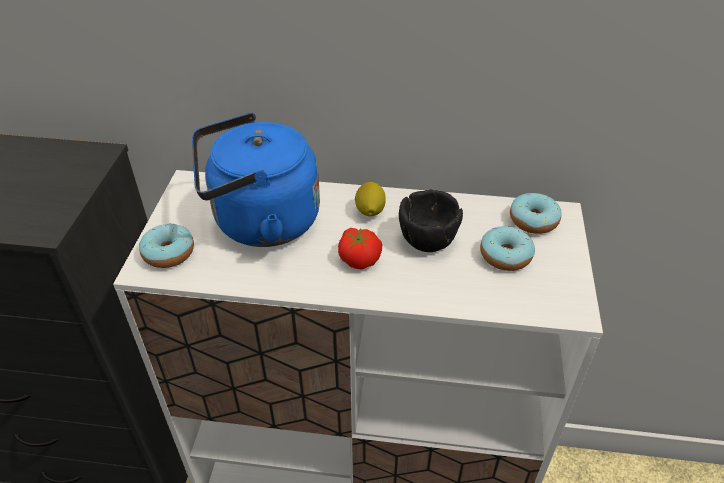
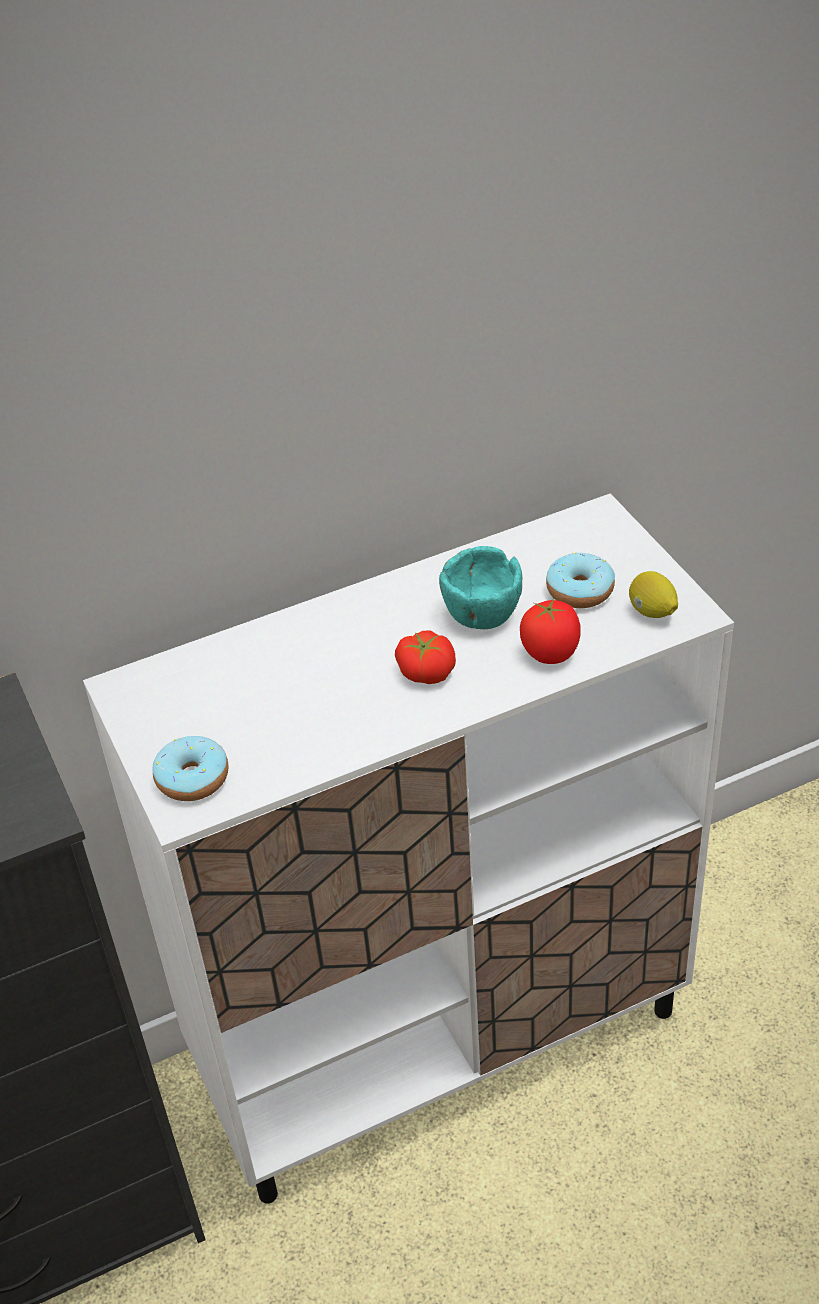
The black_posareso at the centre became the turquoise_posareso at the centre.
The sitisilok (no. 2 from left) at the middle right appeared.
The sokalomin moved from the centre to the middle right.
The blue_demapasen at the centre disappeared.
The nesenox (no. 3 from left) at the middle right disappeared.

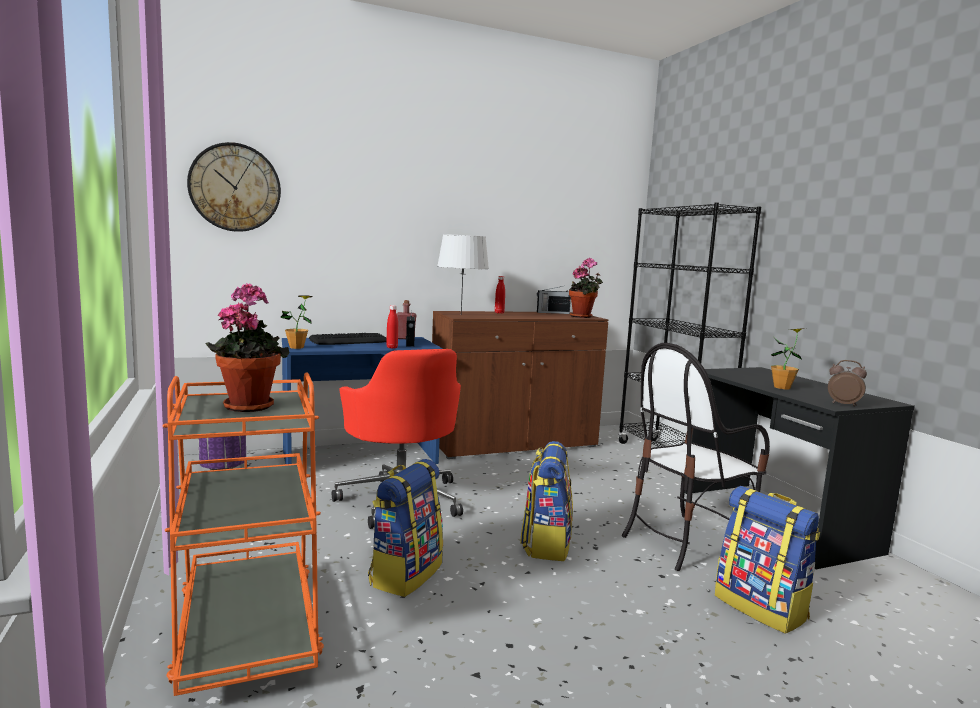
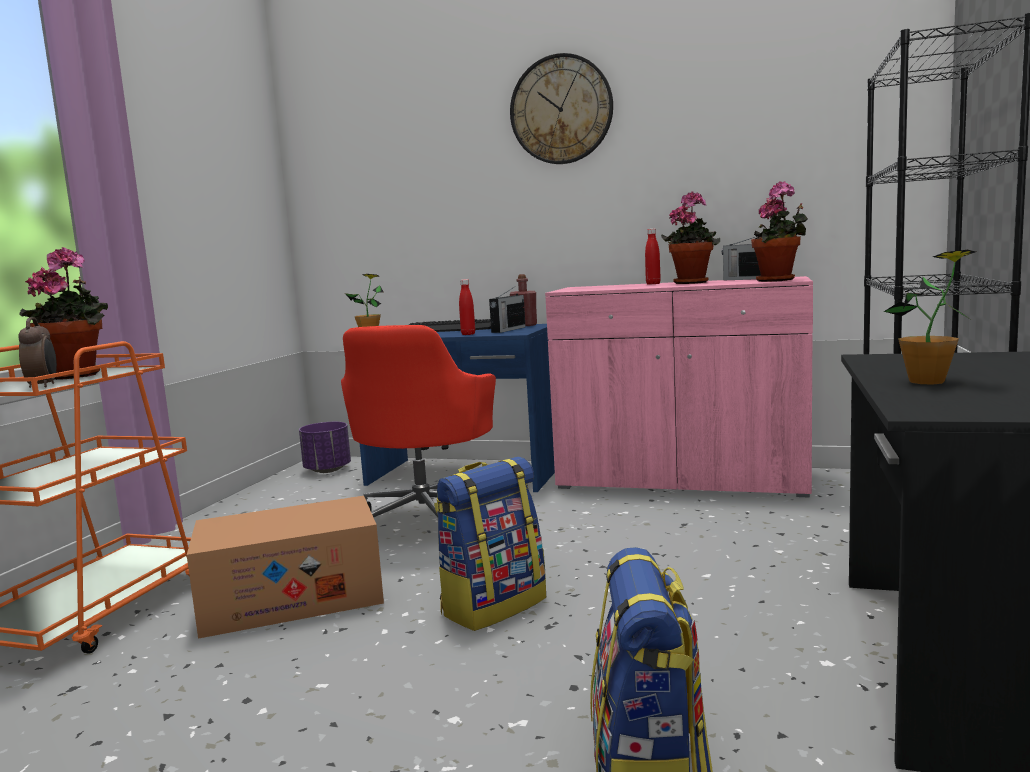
The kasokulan moved from the middle right to the middle left.
The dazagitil (no. 1 from left) at the bottom centre was replaced by the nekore at the bottom left.
The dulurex moved from the top left to the top centre.
The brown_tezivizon at the centre became the pink_tezivizon at the centre.
The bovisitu (no. 3 from left) at the top right appeared.
The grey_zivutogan at the centre disappeared.
The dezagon at the middle right disappeared.

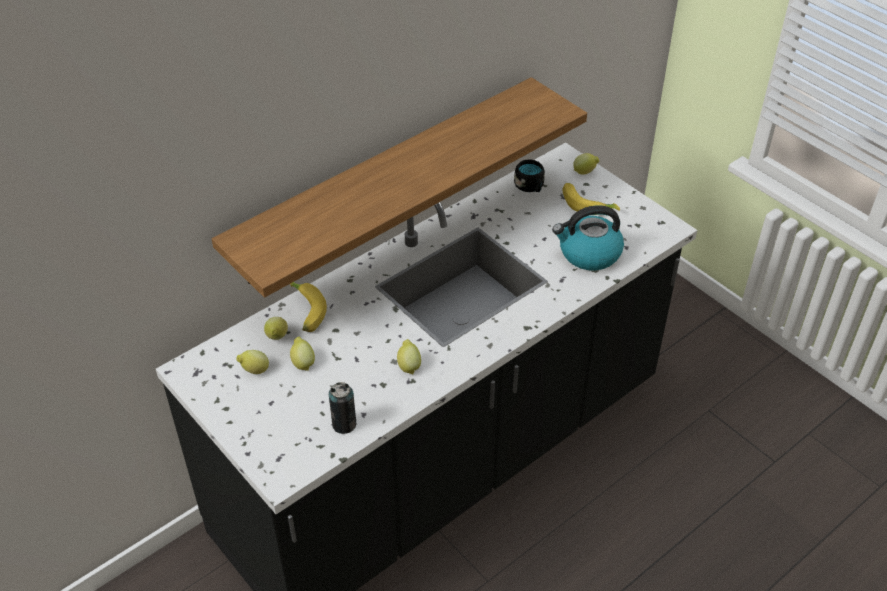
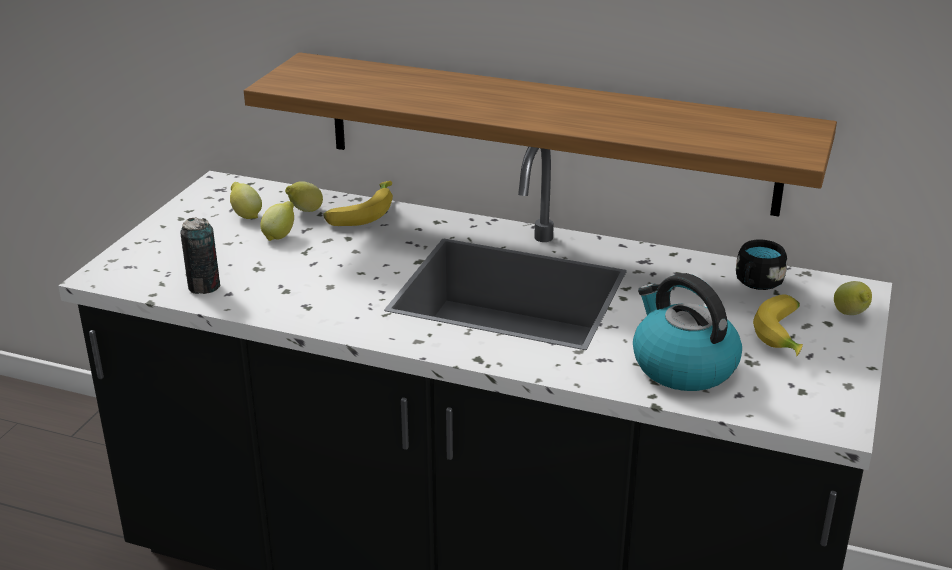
The sokalomin (no. 4 from left) at the centre disappeared.

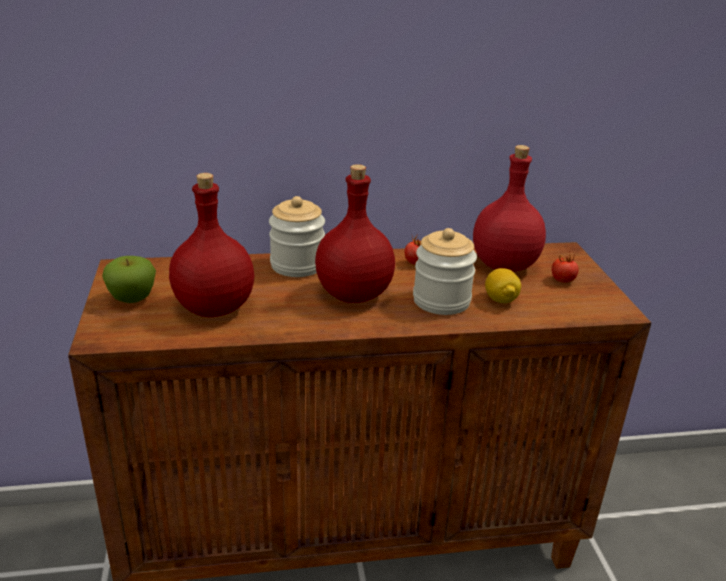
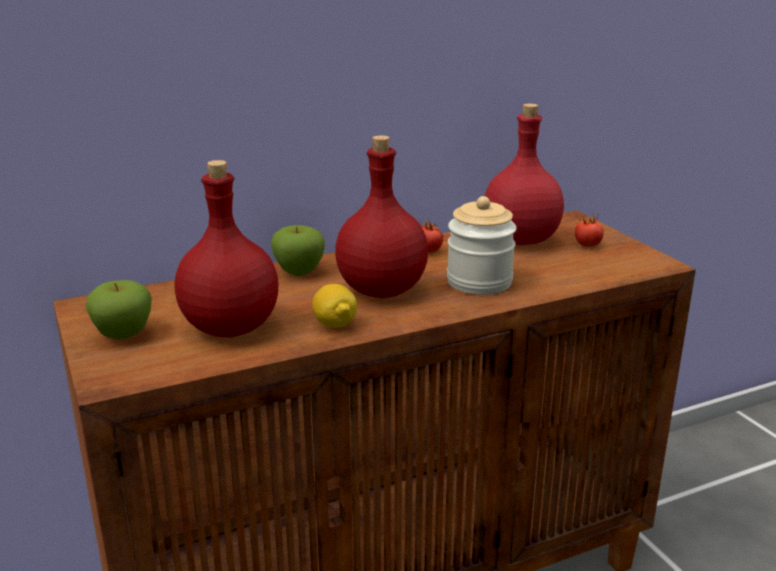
The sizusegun (no. 1 from left) at the centre was replaced by the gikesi (no. 2 from left) at the centre.
The sokalomin moved from the middle right to the centre.

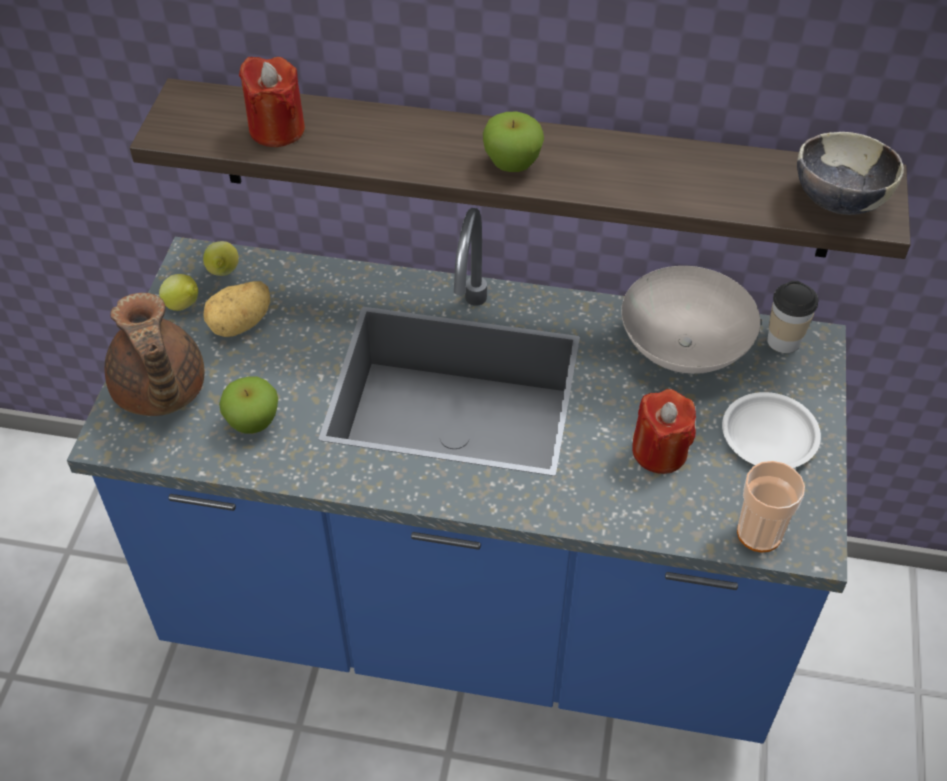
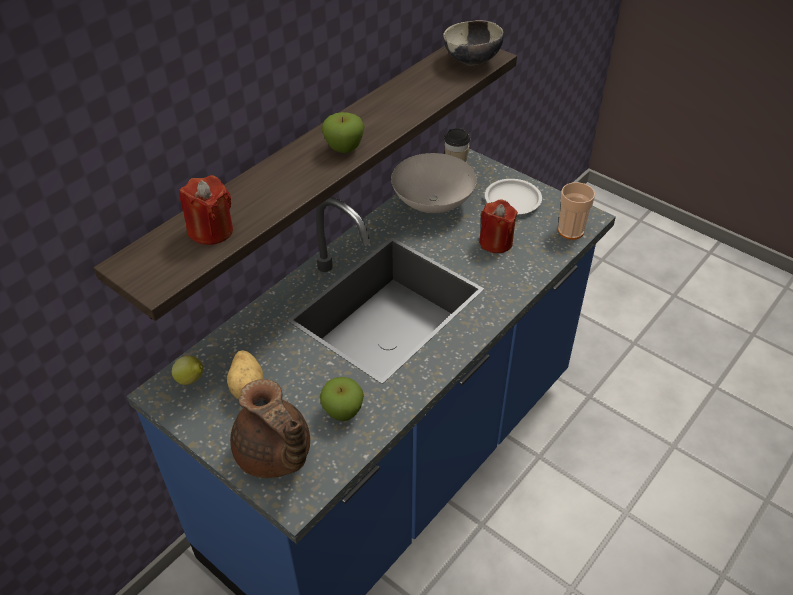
The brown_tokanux at the middle left turned 45 degrees clockwise.
The sokalomin (no. 1 from left) at the middle left disappeared.

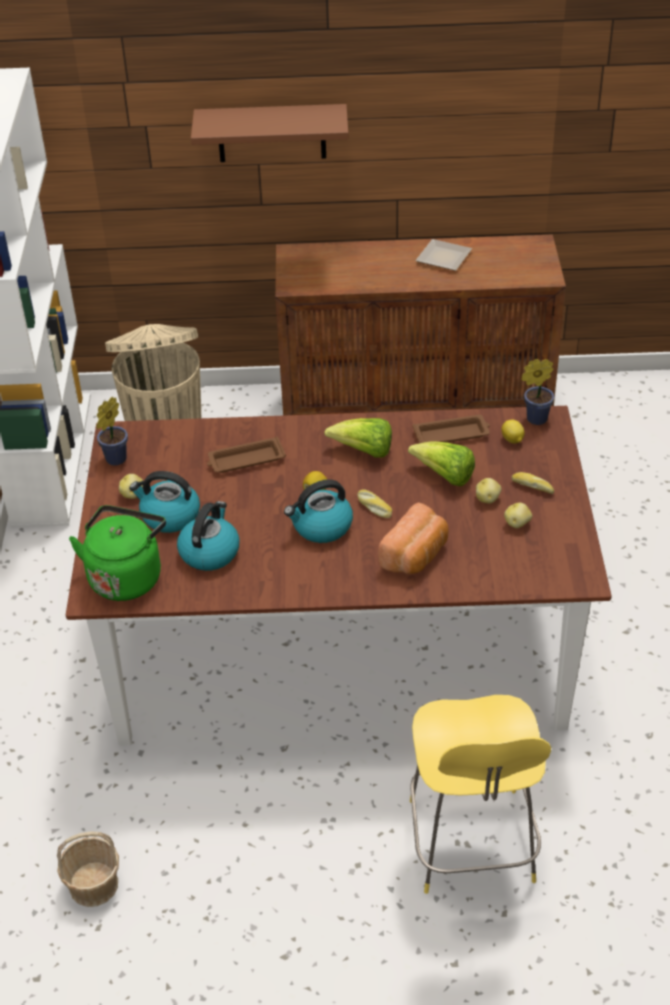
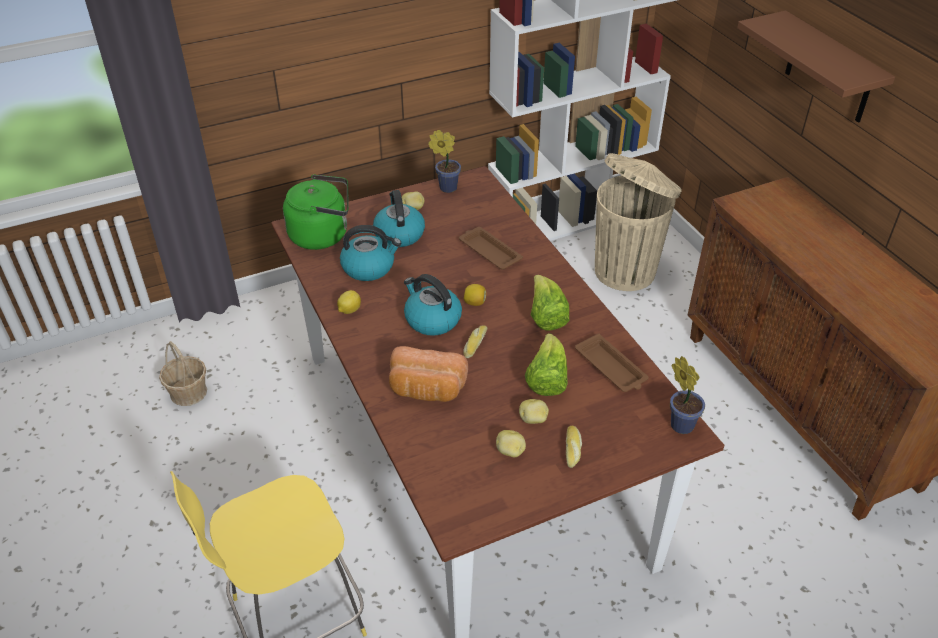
The sokalomin (no. 2 from left in the first image) moved from the middle right to the centre.
The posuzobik at the top centre disappeared.

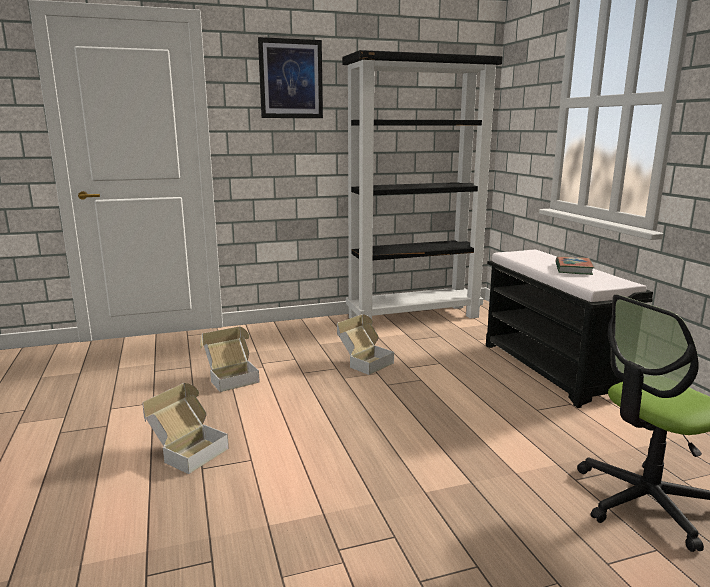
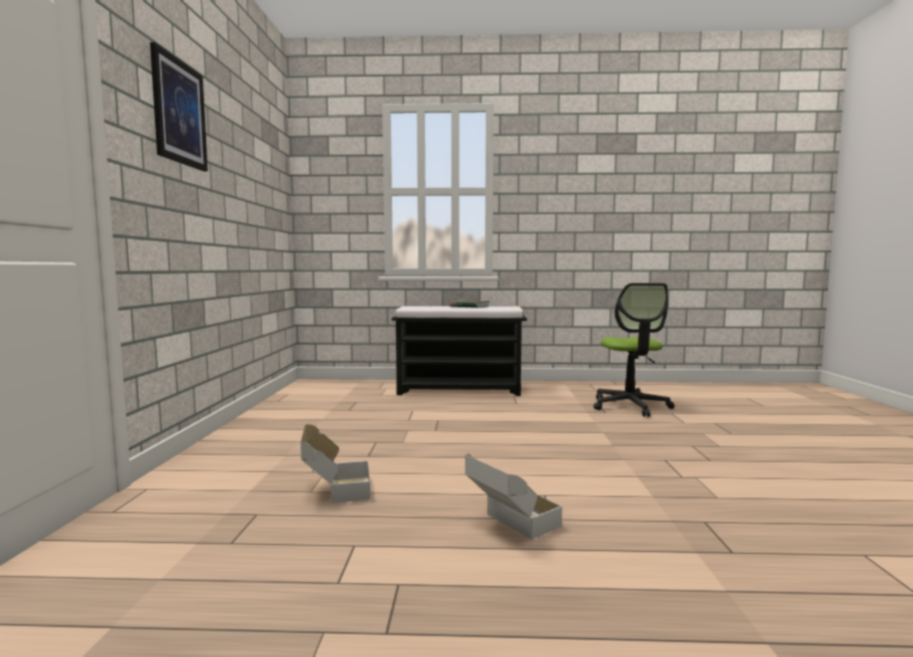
The nekore (no. 3 from left) at the centre disappeared.
The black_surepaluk at the top centre disappeared.

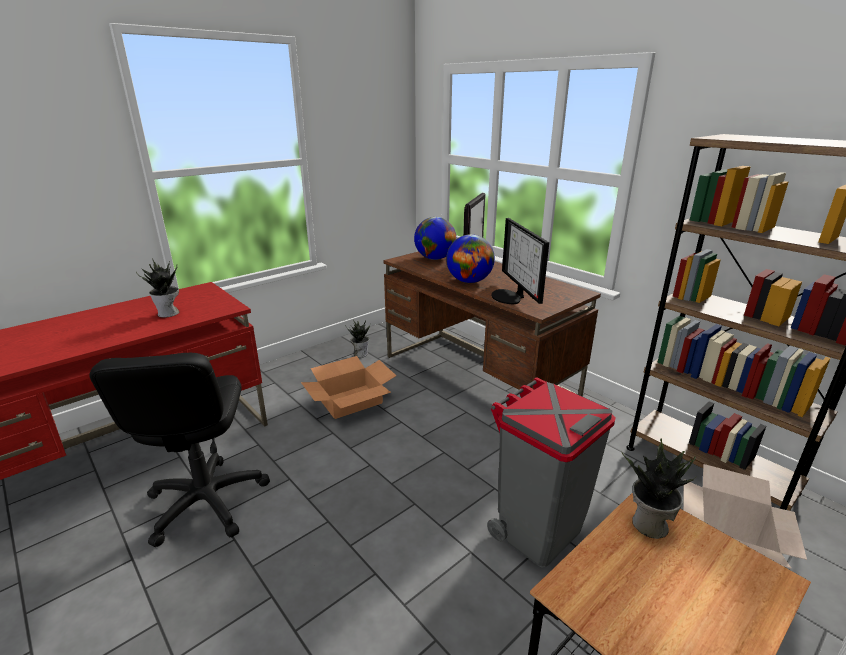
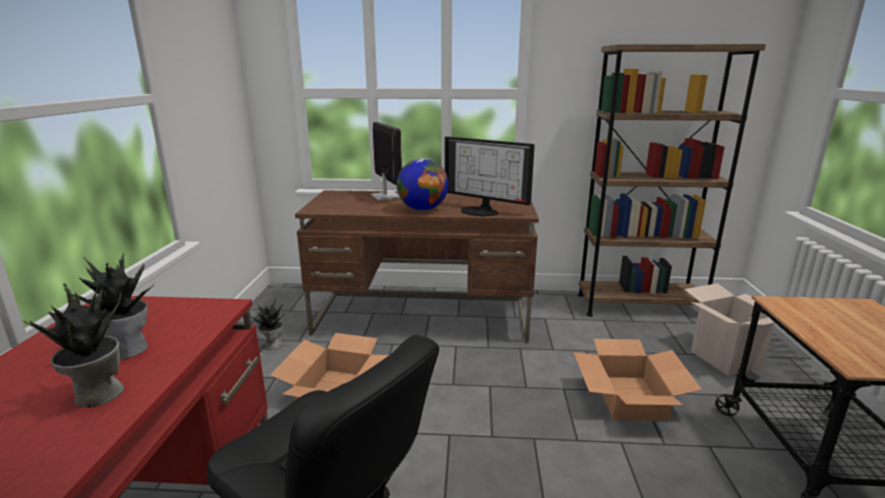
The bovisitu (no. 3 from left in the first image) moved from the bottom right to the bottom left.
The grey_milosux at the bottom centre was replaced by the nekore (no. 2 from left) at the bottom right.
The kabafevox (no. 1 from left) at the centre disappeared.

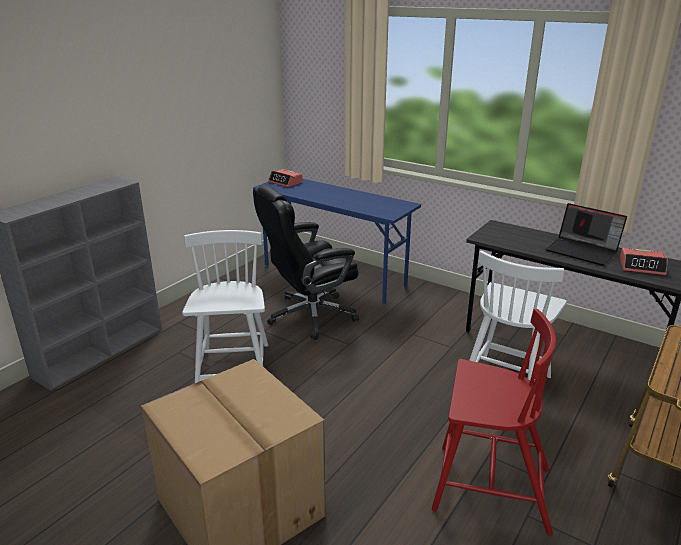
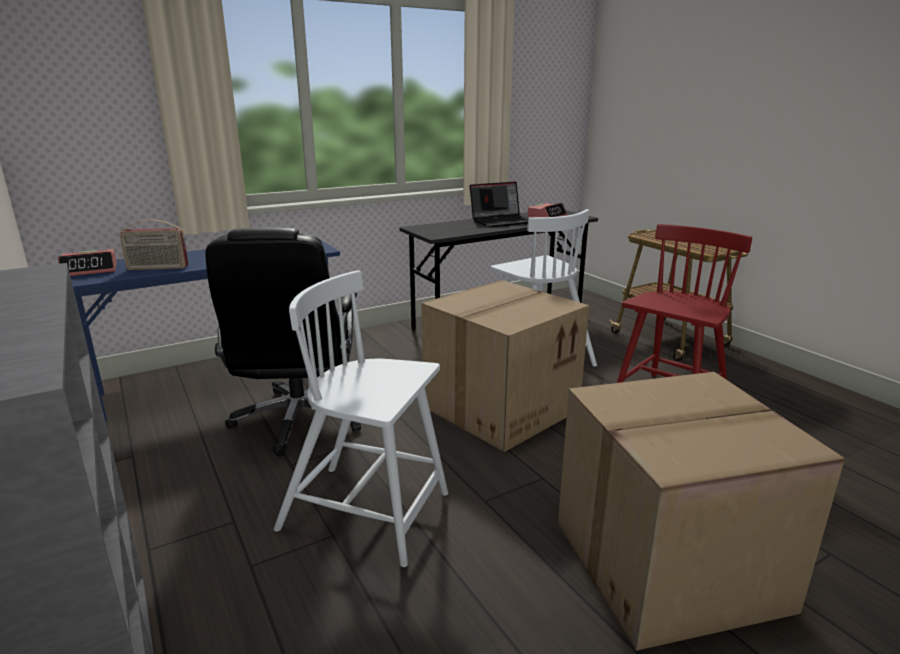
The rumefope at the middle left appeared.
The nekore (no. 1 from left) at the centre appeared.

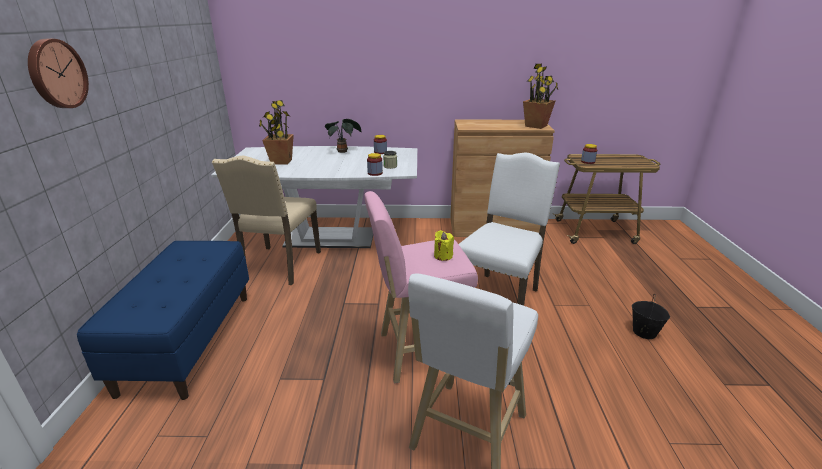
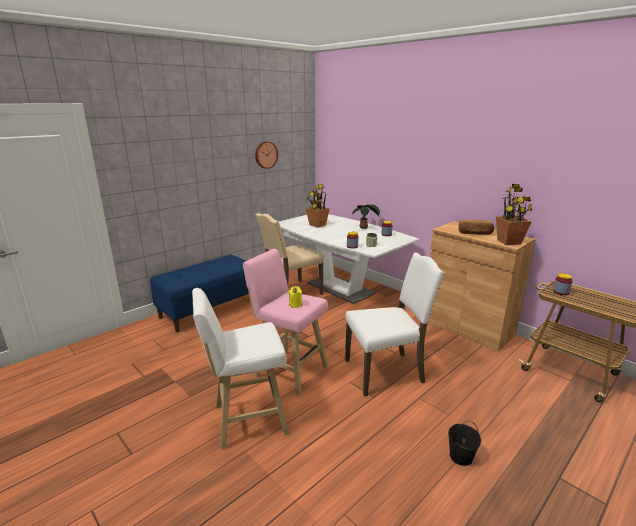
The dulurex moved from the top left to the top centre.
The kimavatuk at the middle right appeared.

